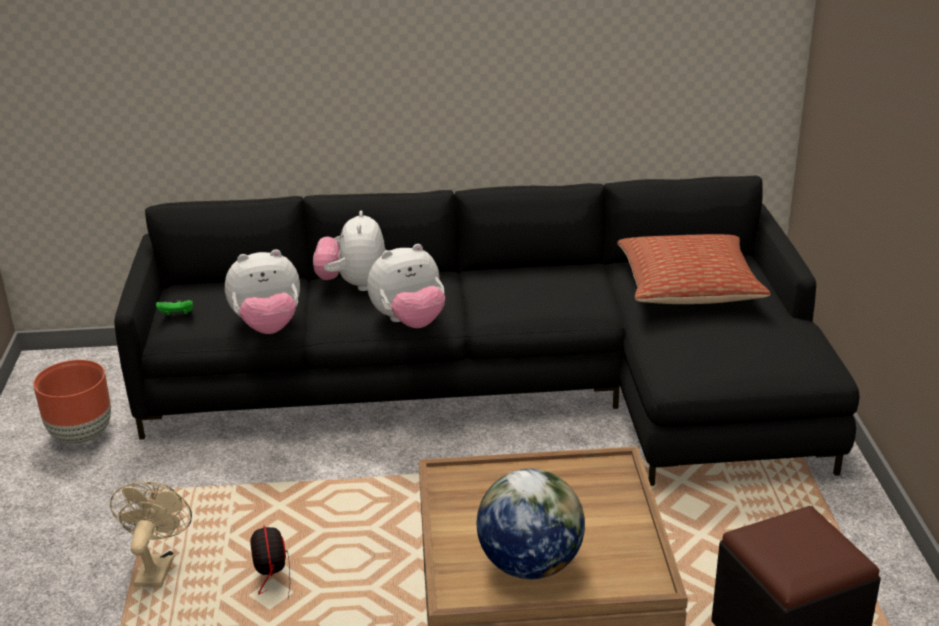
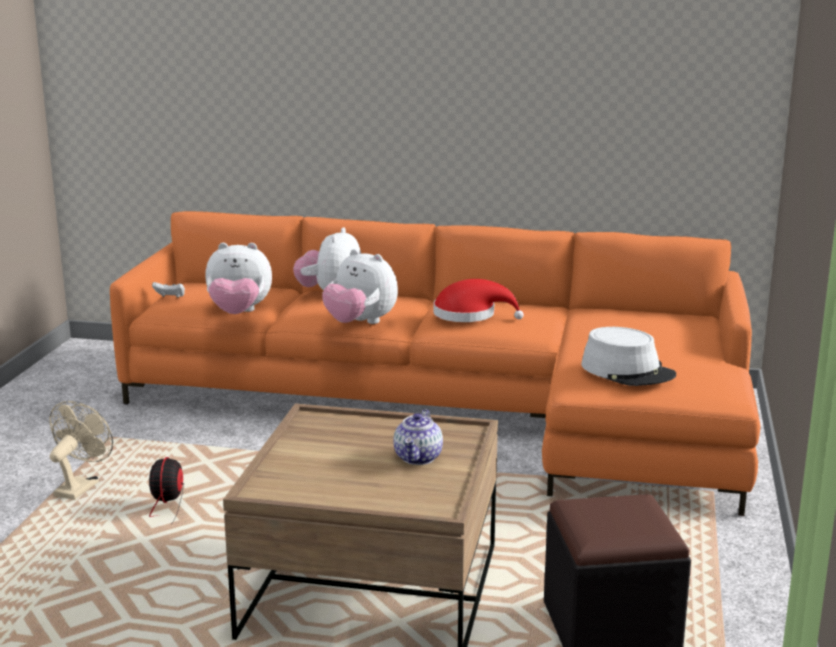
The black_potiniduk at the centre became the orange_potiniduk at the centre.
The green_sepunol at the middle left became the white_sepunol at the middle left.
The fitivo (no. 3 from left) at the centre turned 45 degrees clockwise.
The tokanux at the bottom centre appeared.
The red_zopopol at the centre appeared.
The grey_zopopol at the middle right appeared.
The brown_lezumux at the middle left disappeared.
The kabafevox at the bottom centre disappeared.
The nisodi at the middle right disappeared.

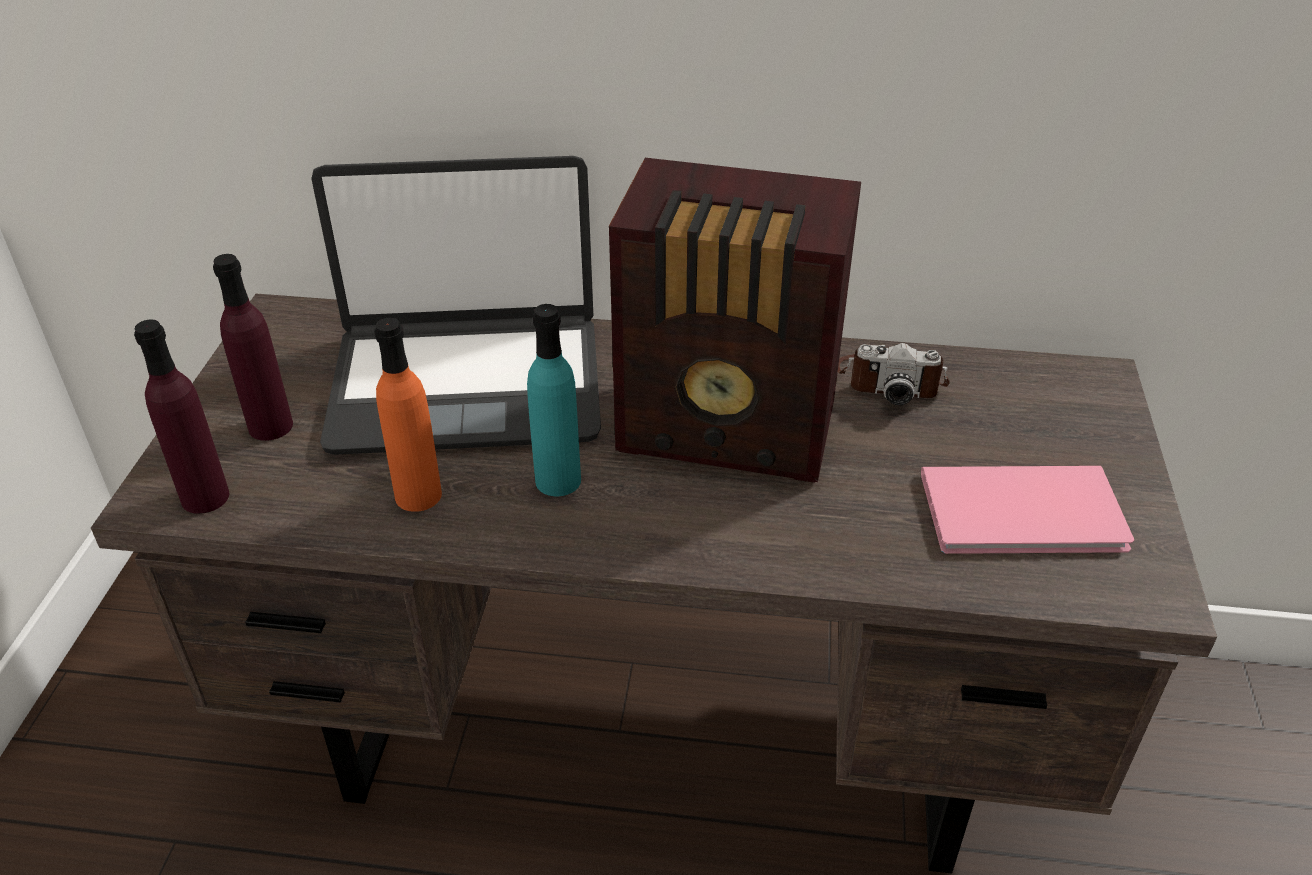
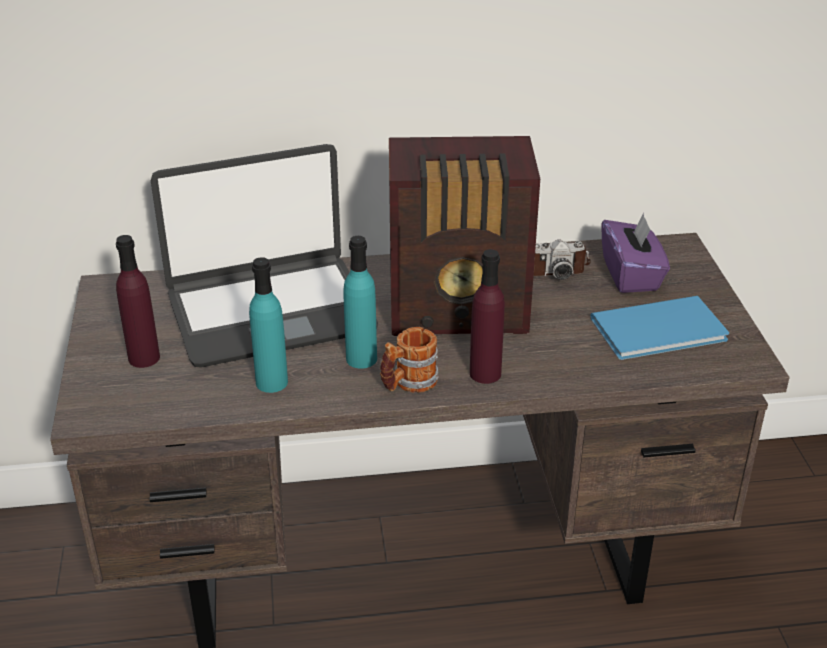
The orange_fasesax at the middle left became the turquoise_fasesax (no. 1 from left) at the middle left.
The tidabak at the centre appeared.
The purple_fasesax (no. 1 from left in the first image) moved from the middle left to the centre.
The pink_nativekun at the middle right became the blue_nativekun at the middle right.
The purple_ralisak at the middle right appeared.

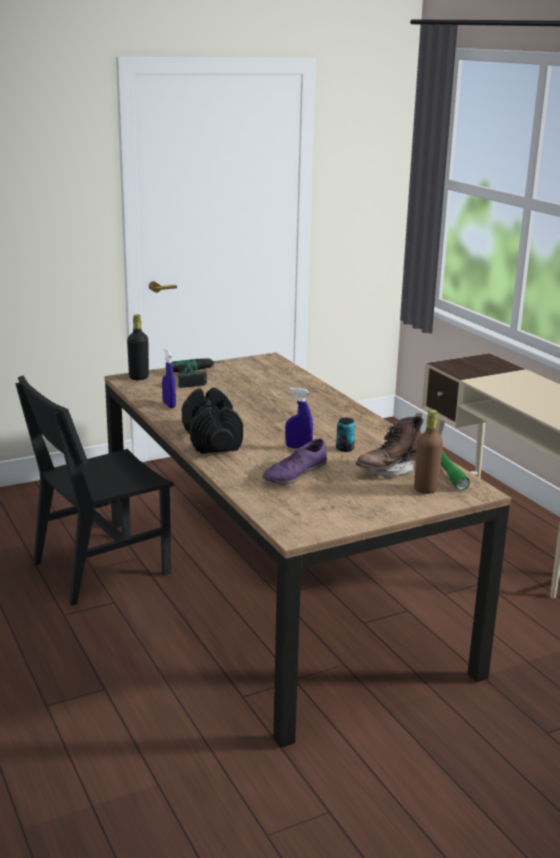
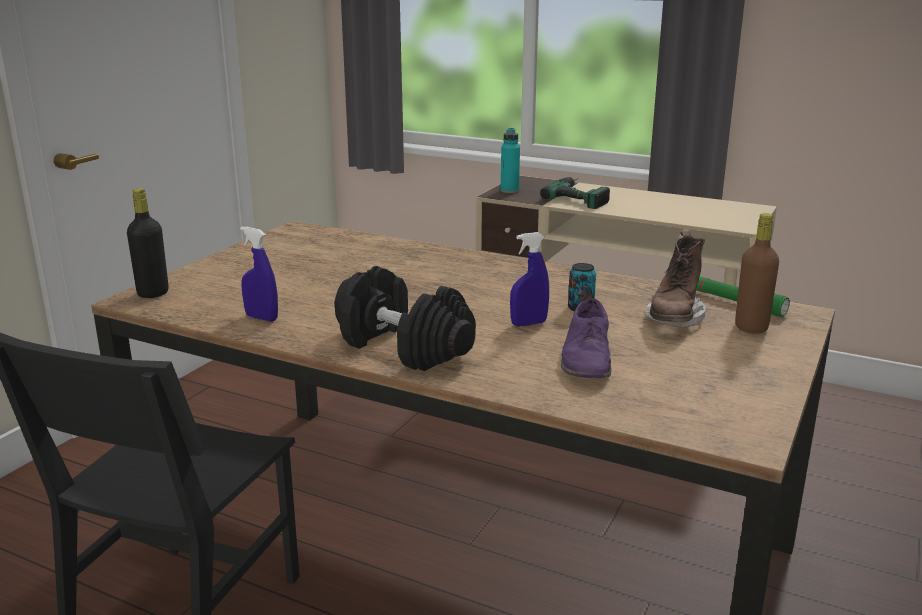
The turquoise_fasesax at the top centre appeared.
The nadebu moved from the centre to the top centre.

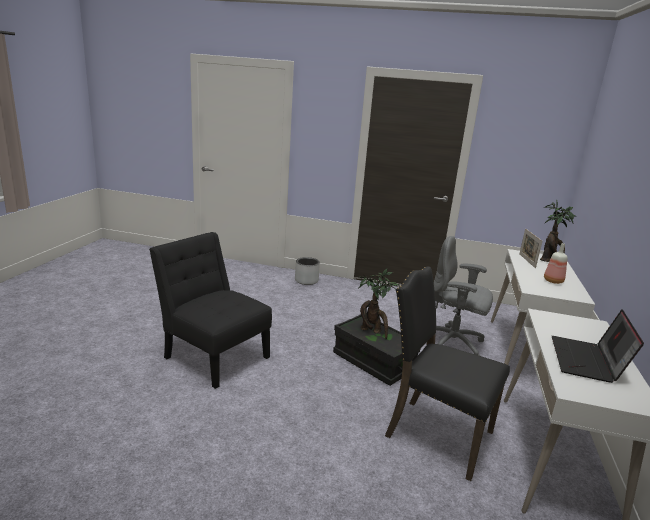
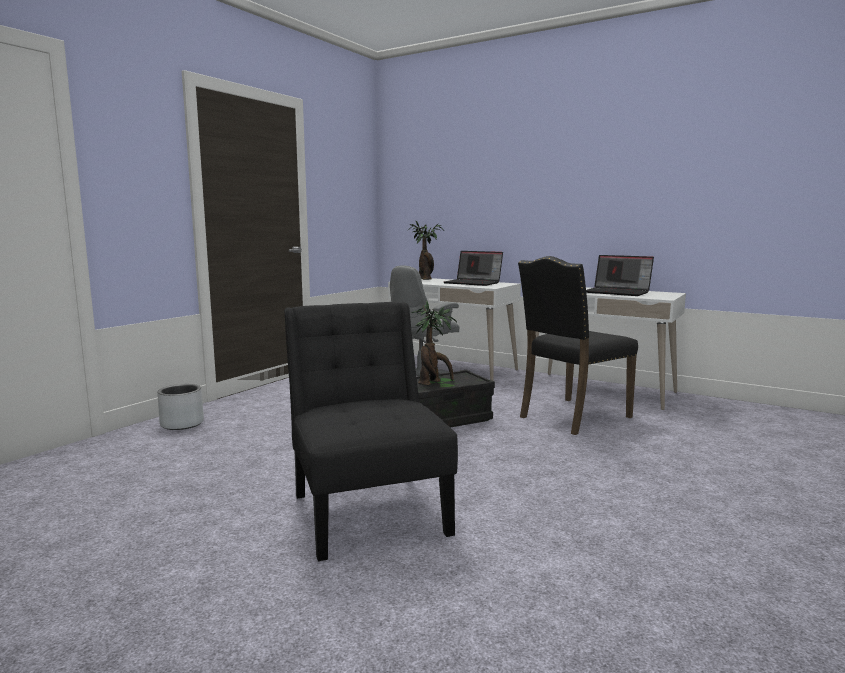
The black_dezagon (no. 1 from left) at the middle left turned 105 degrees clockwise.
The fasesax at the middle right was replaced by the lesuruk (no. 1 from left) at the centre.
The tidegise at the middle right disappeared.

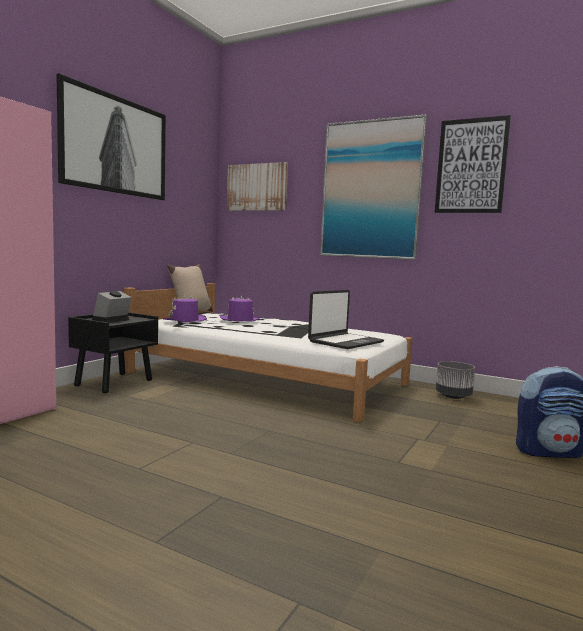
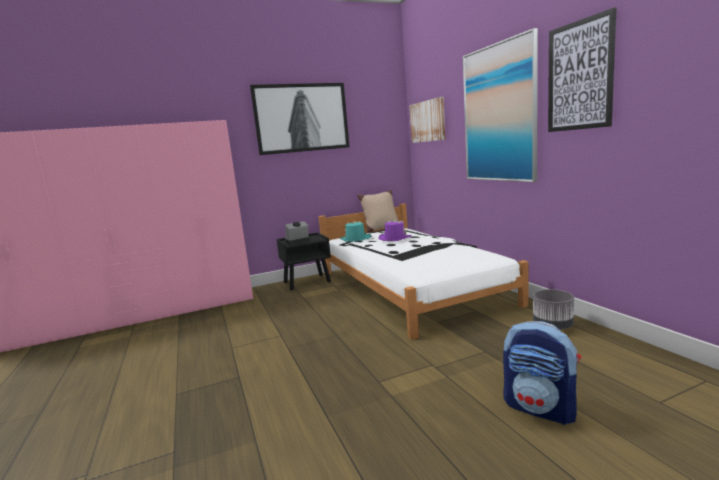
The purple_zopopol (no. 1 from left) at the middle left became the turquoise_zopopol at the centre.
The lesuruk at the centre disappeared.

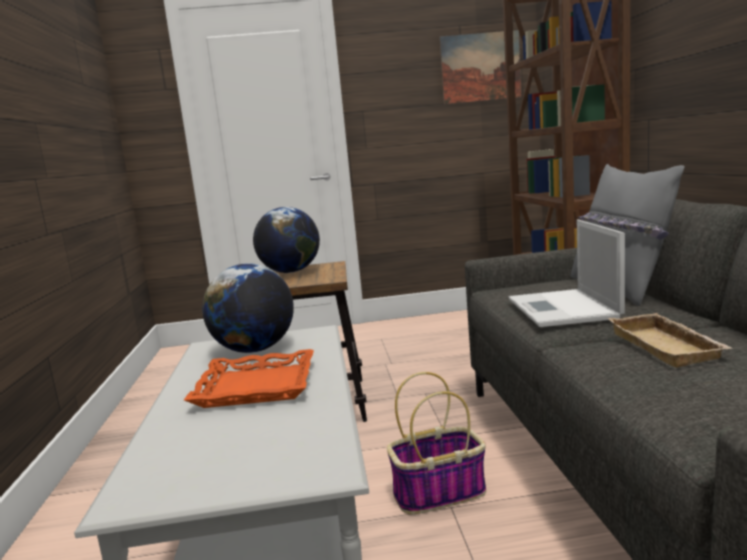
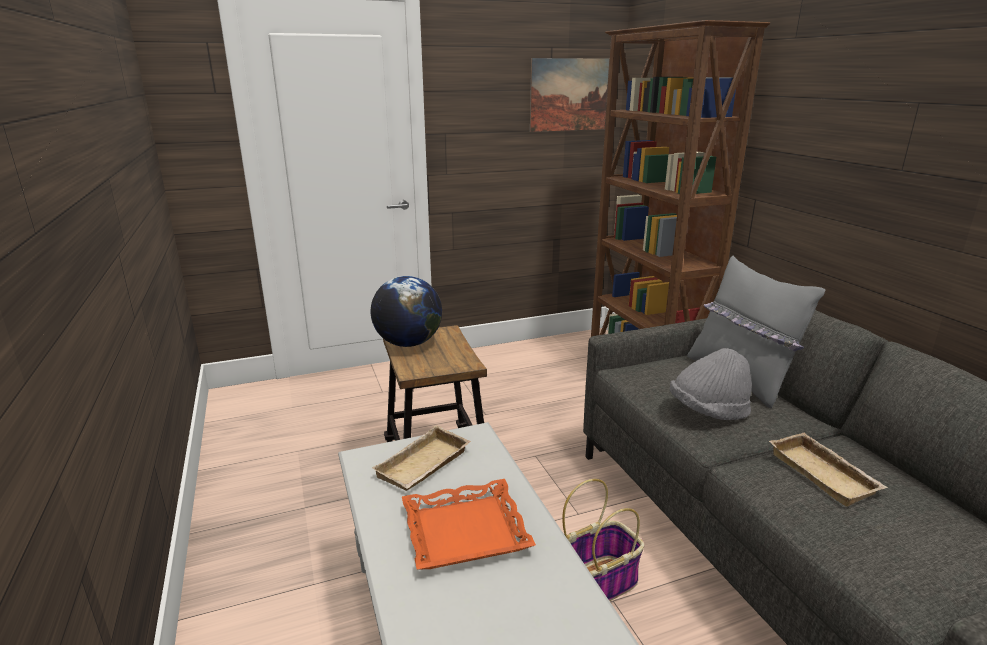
The kabafevox (no. 1 from left) at the middle left was replaced by the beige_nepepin (no. 1 from left) at the bottom centre.
The lesuruk at the middle right was replaced by the grey_zopopol at the middle right.

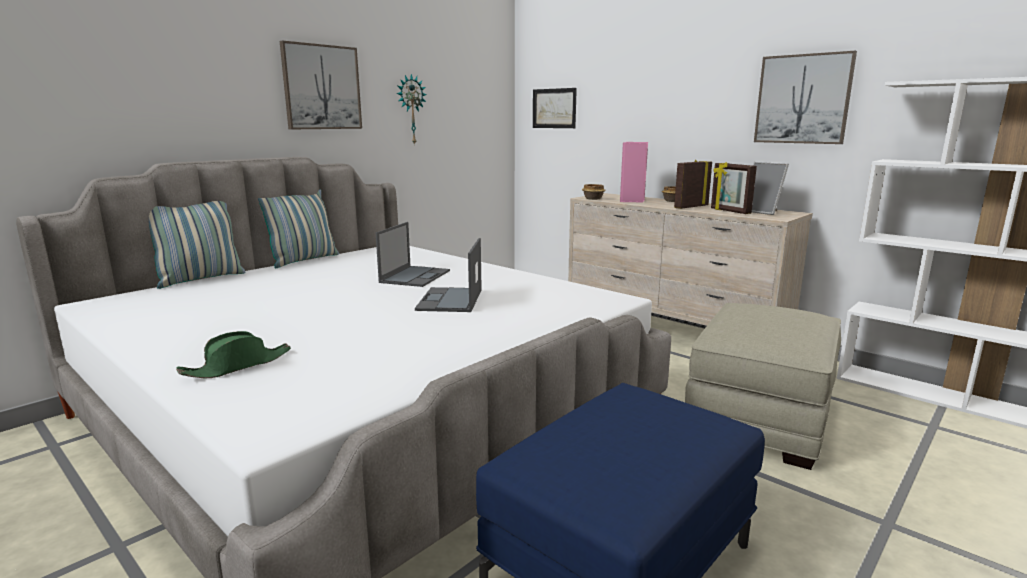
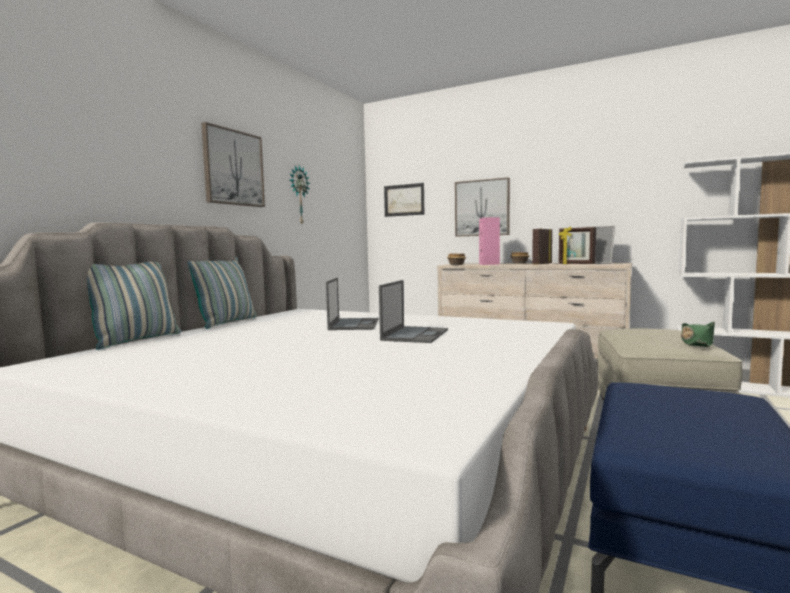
The lesuruk (no. 2 from left) at the centre turned 150 degrees counterclockwise.
The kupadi (no. 3 from left) moved from the top right to the centre.
The green_zopopol moved from the middle left to the middle right.

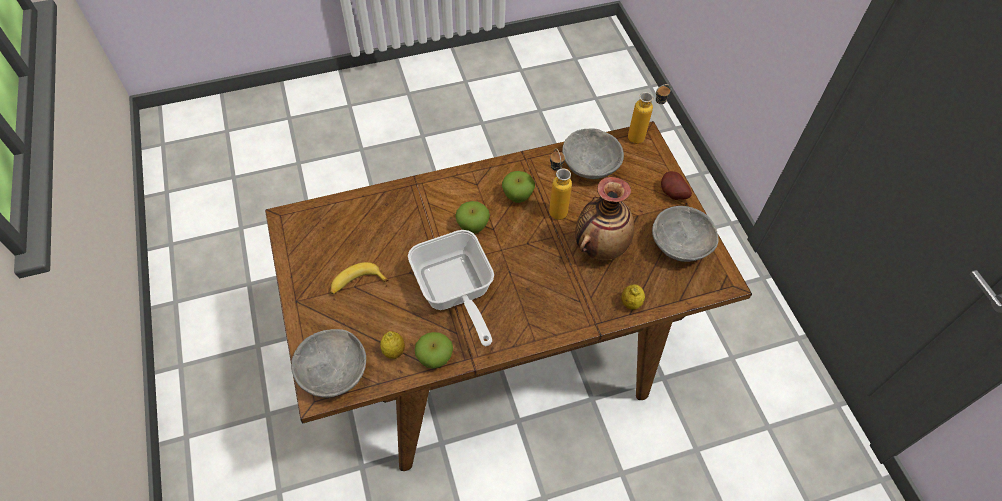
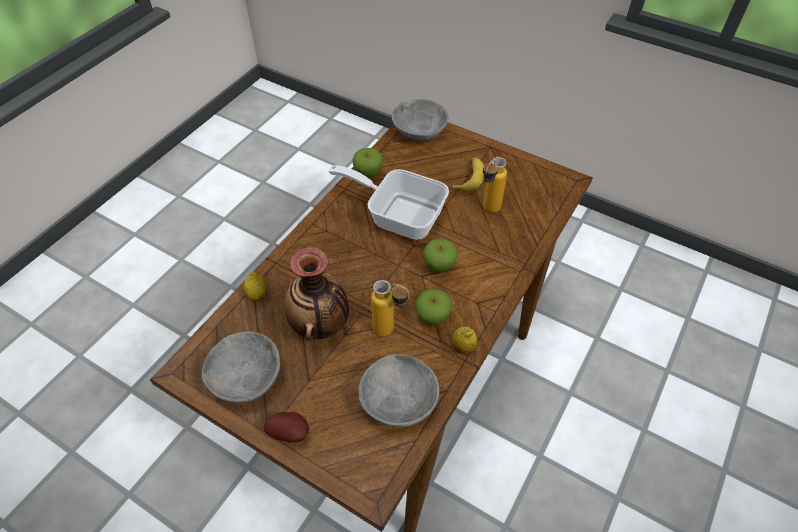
The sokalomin (no. 1 from left in the first image) moved from the bottom centre to the centre.
The fasesax (no. 2 from left) moved from the top centre to the centre.

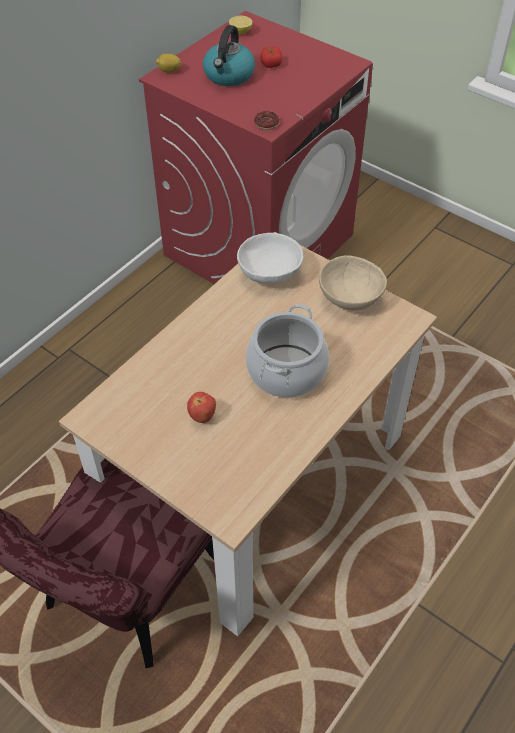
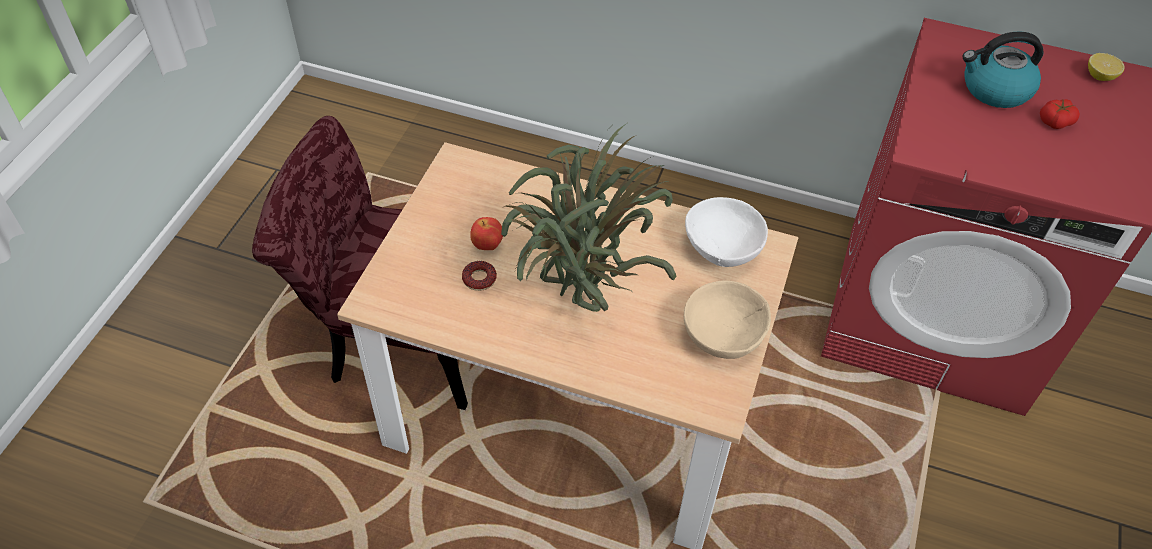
The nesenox moved from the top centre to the centre.
The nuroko at the centre was replaced by the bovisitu at the centre.
The sokalomin (no. 1 from left) at the top left disappeared.

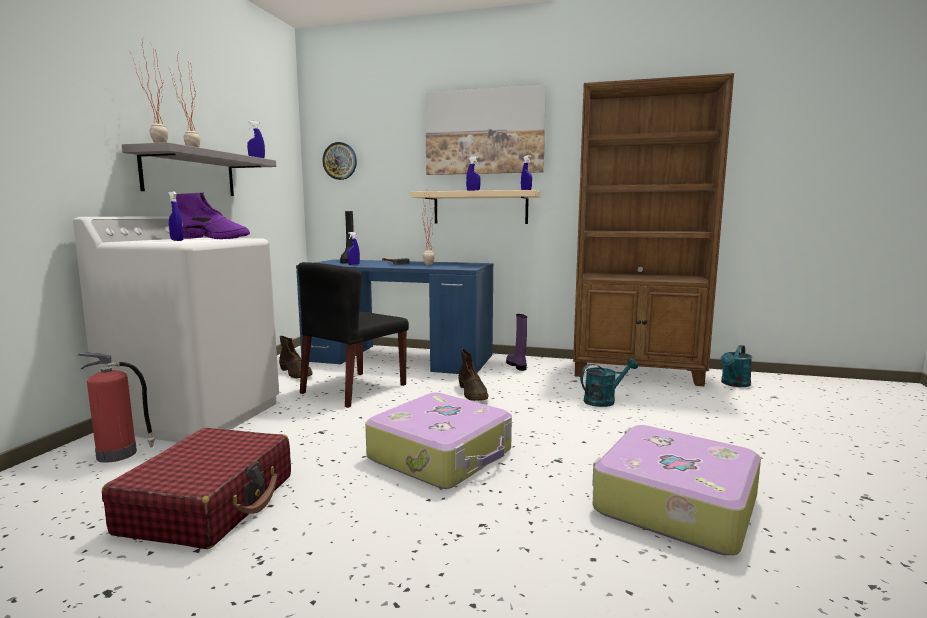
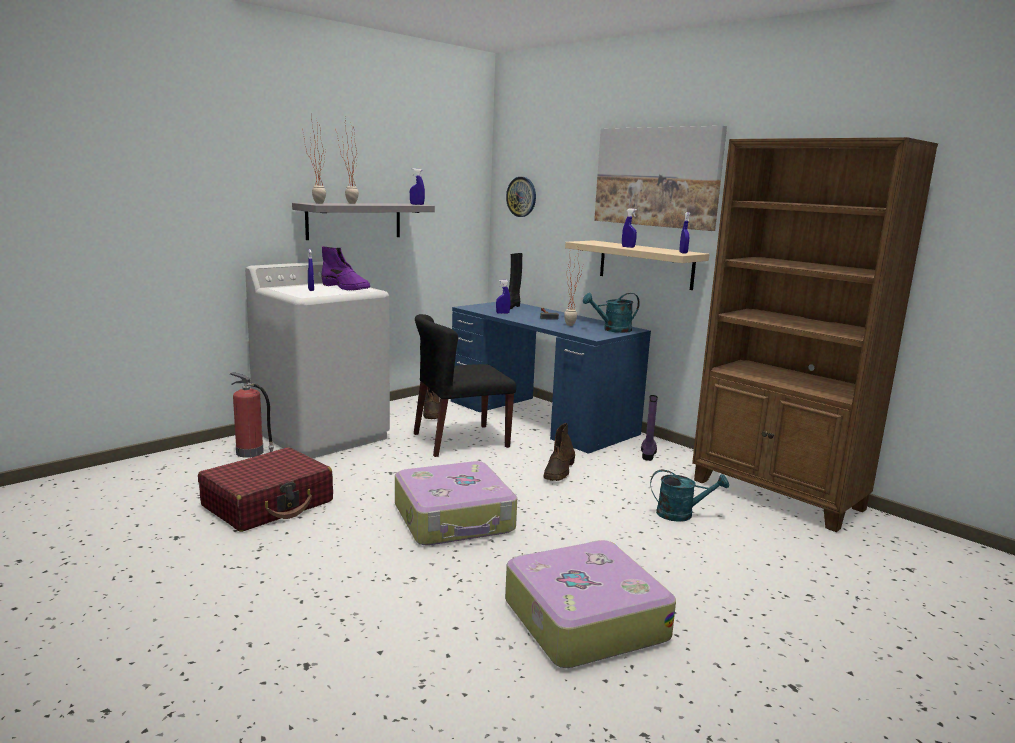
The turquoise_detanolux (no. 2 from left in the first image) moved from the middle right to the centre.

